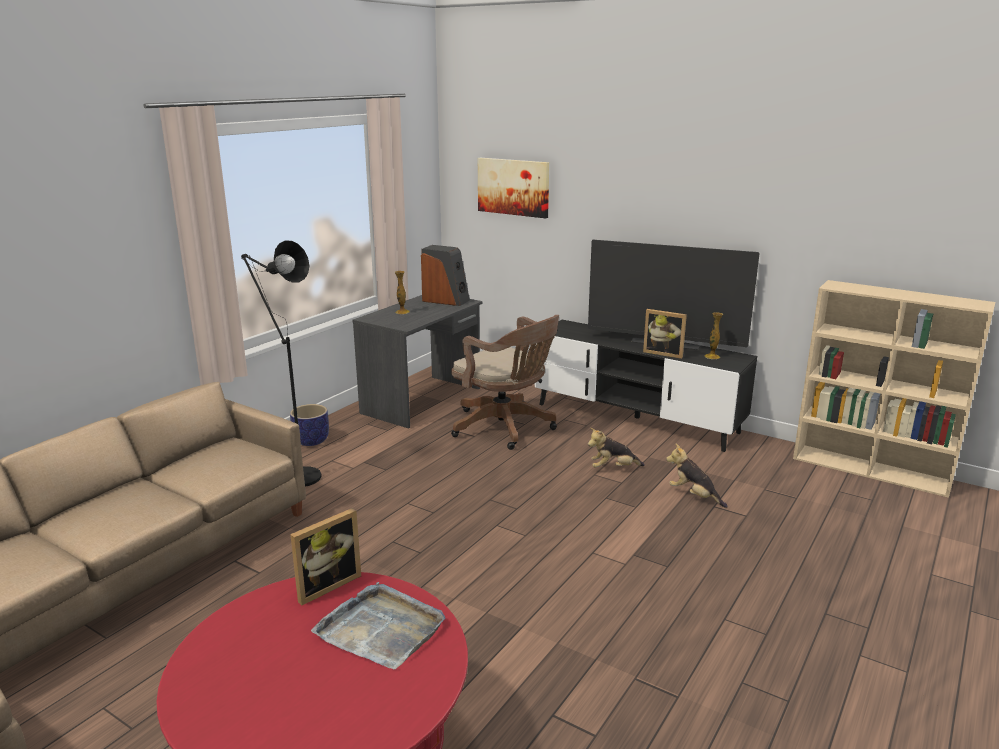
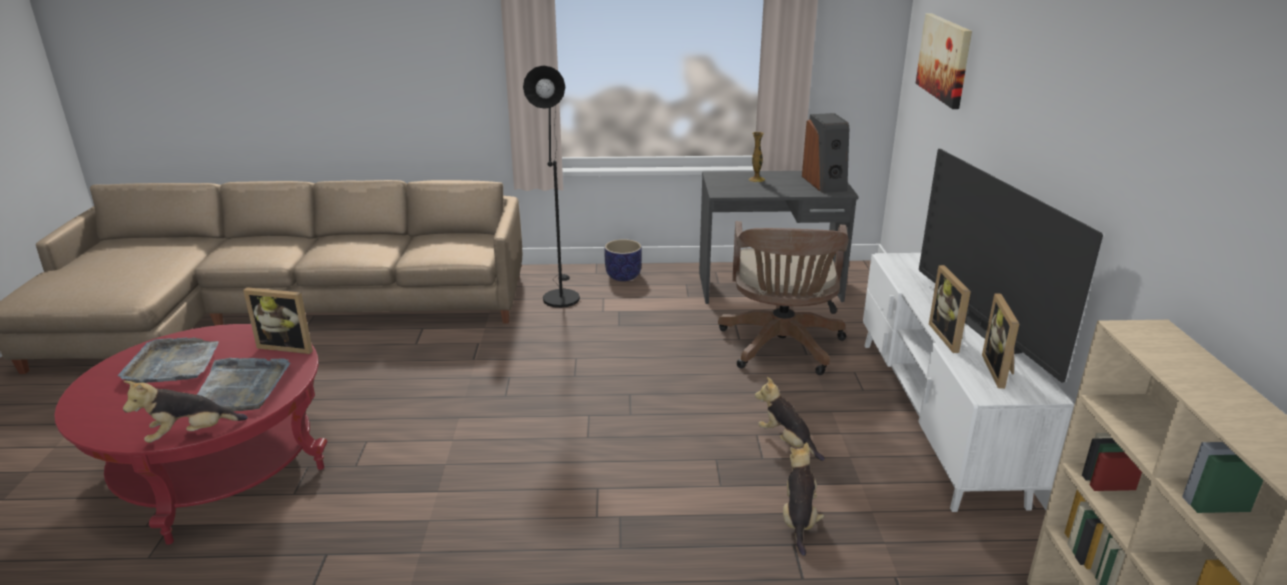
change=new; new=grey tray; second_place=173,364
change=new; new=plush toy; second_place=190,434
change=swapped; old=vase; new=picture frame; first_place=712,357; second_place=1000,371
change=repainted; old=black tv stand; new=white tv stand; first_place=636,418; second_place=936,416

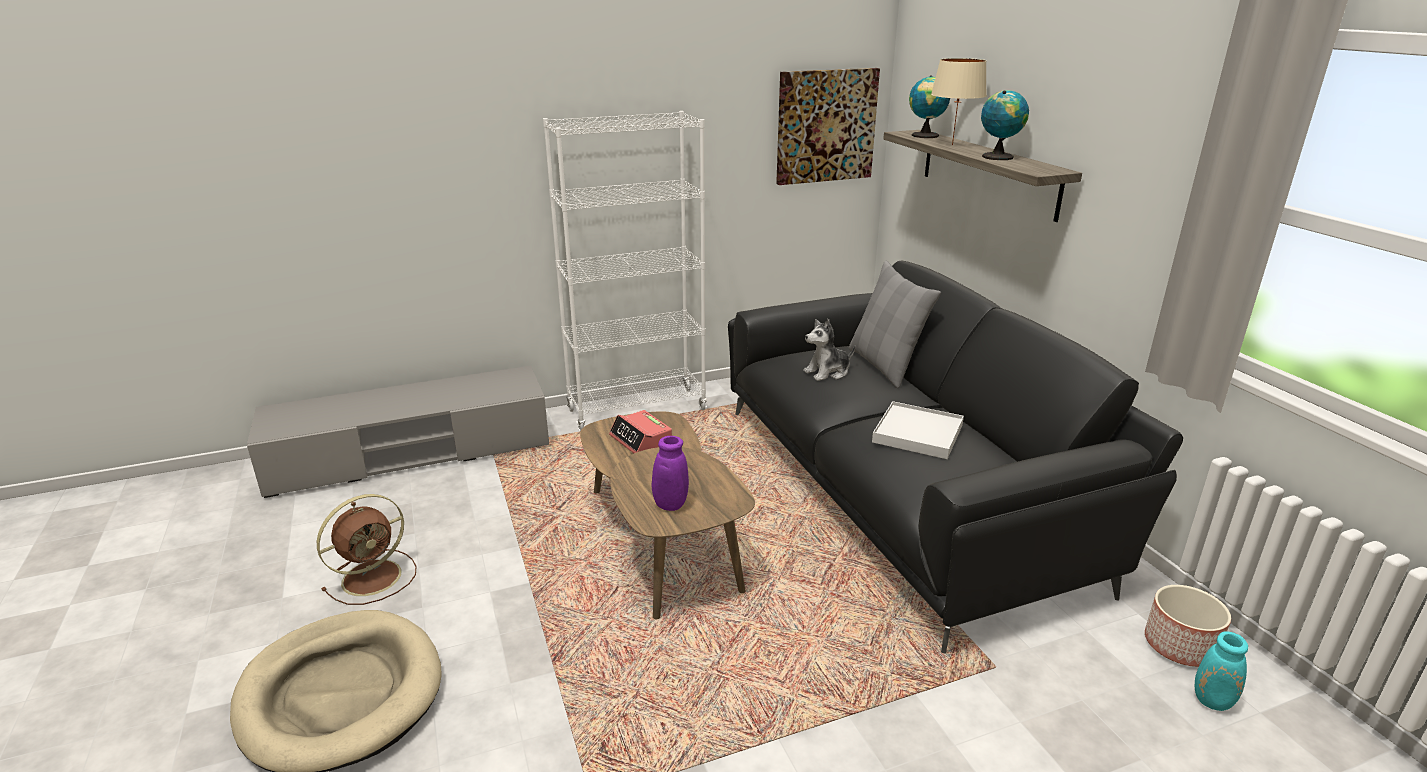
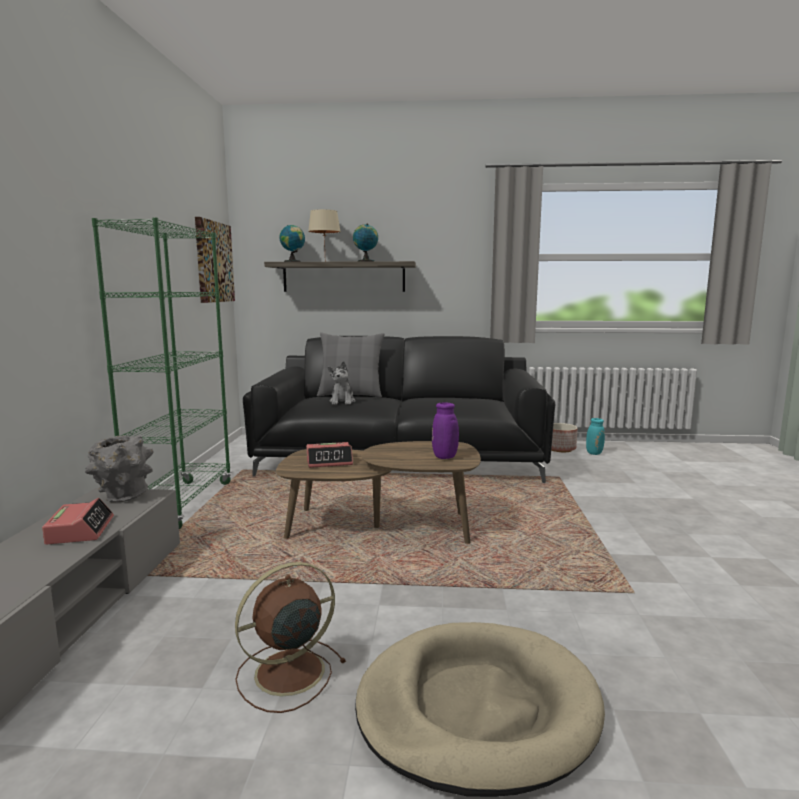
change=gone; old=white tray; first_place=918,434
change=new; new=alarm clock; second_place=80,530
change=new; new=grey vase; second_place=124,498
change=repainted; old=white bookcase; new=green bookcase; first_place=637,410; second_place=182,504
change=rotated; old=brown fan; first_place=374,576; second_place=286,673; degrees=-105

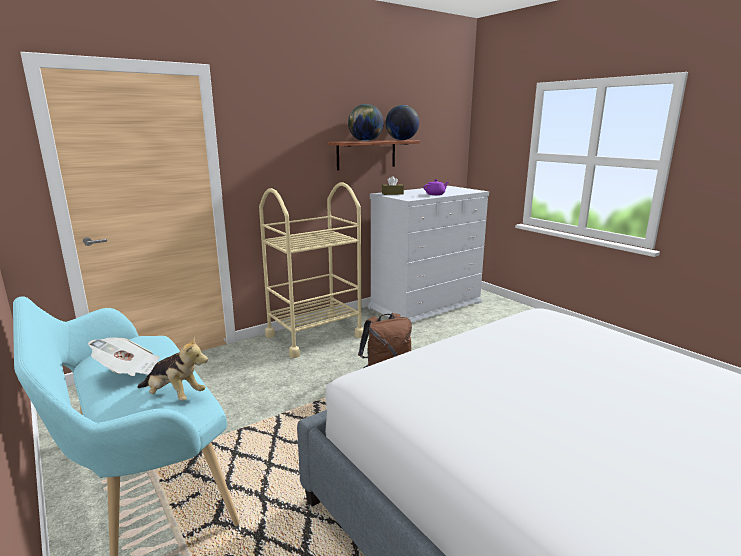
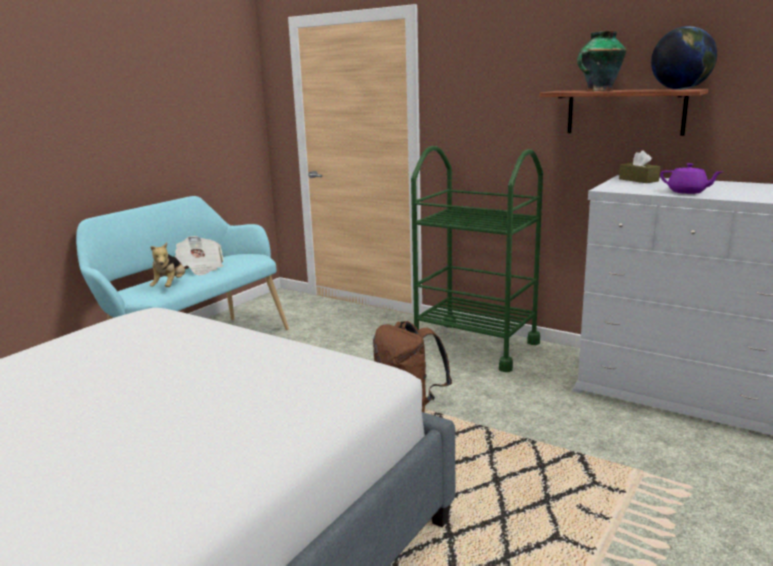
change=swapped; old=globe; new=vase; first_place=365,141; second_place=598,90
change=repainted; old=beige cart; new=green cart; first_place=314,336; second_place=475,345

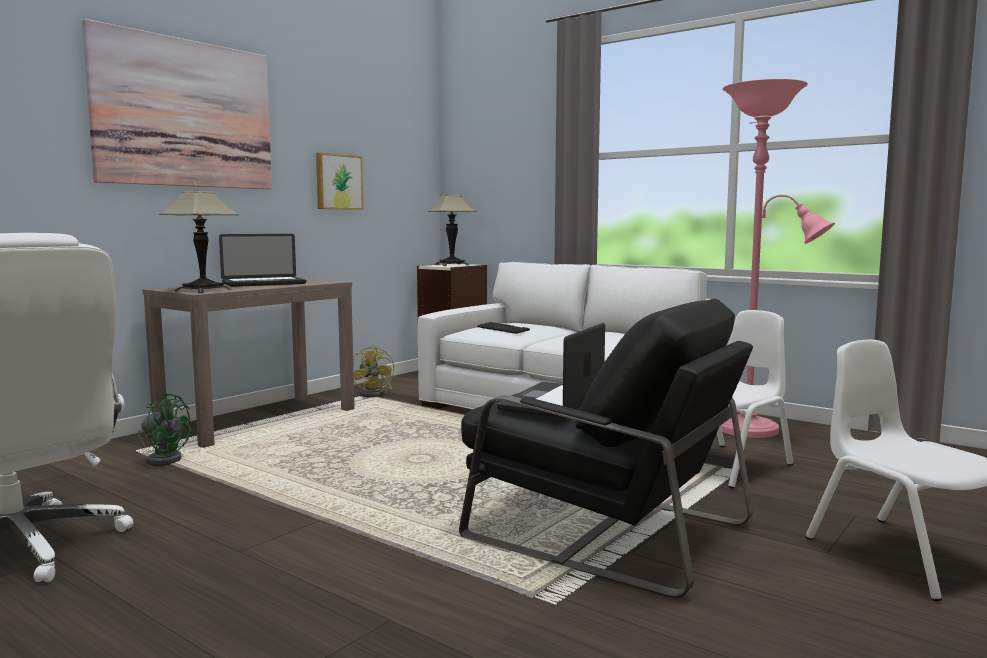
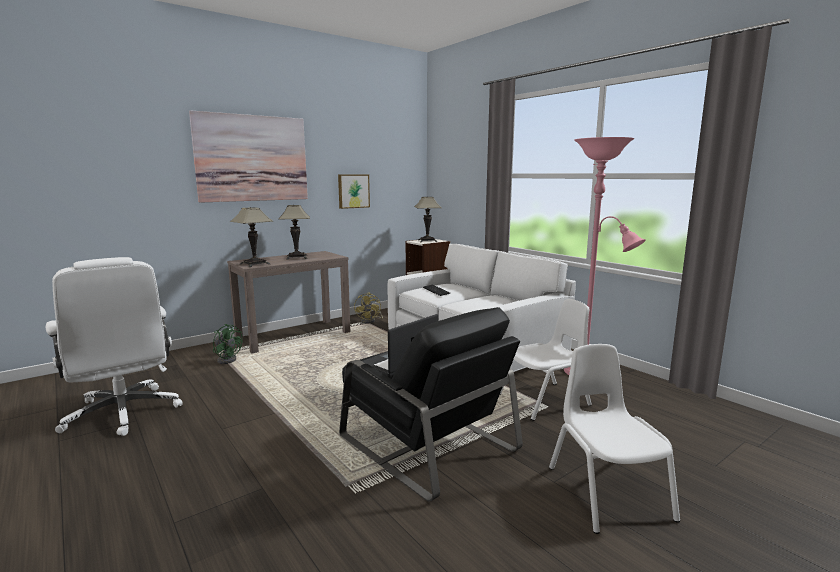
change=swapped; old=laptop; new=table lamp; first_place=264,283; second_place=297,257

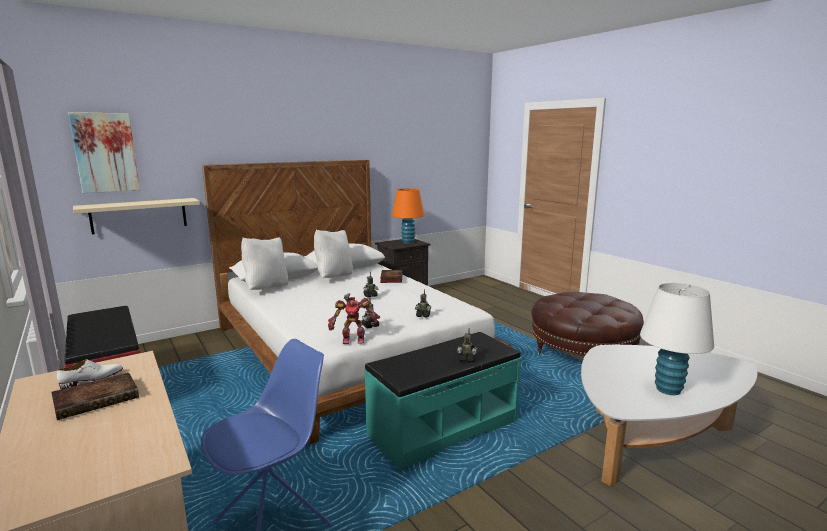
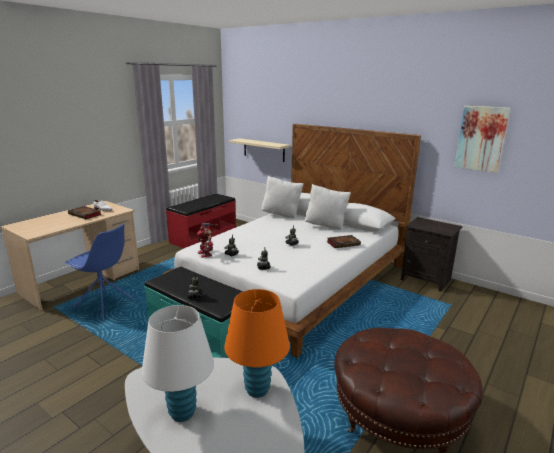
change=shifted; old=picture; first_place=105,152; second_place=481,138
change=shifted; old=orange table lamp; first_place=408,242; second_place=257,390

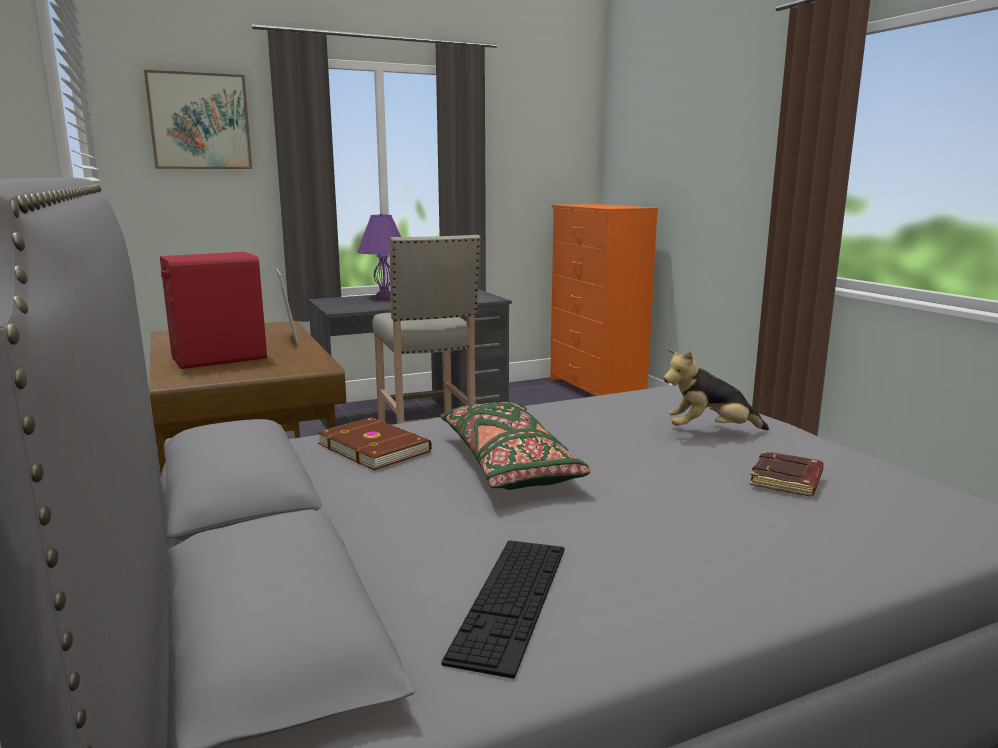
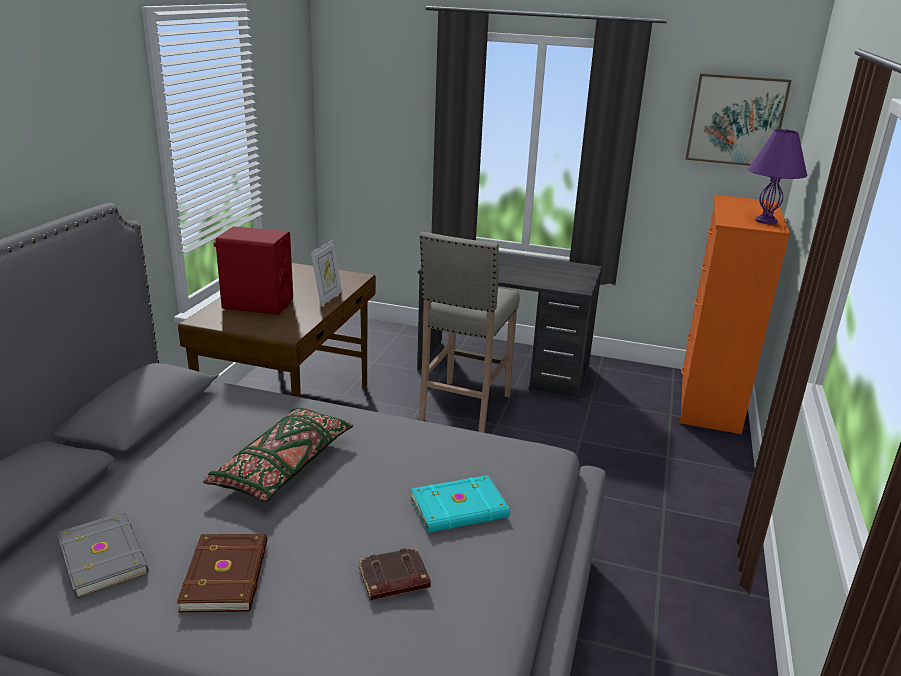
change=shifted; old=picture; first_place=199,121; second_place=736,120
change=shifted; old=brown book; first_place=375,447; second_place=227,575
change=shifted; old=purple table lamp; first_place=384,296; second_place=766,221
change=swapped; old=keyboard; new=grey book; first_place=510,600; second_place=105,556
change=swapped; old=plush toy; new=turquoise book; first_place=710,431; second_place=460,508

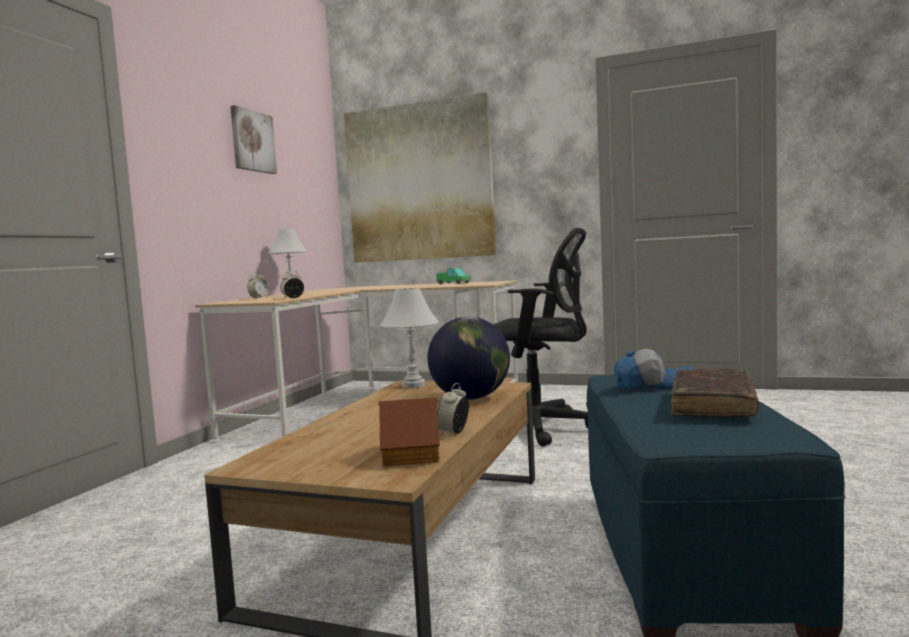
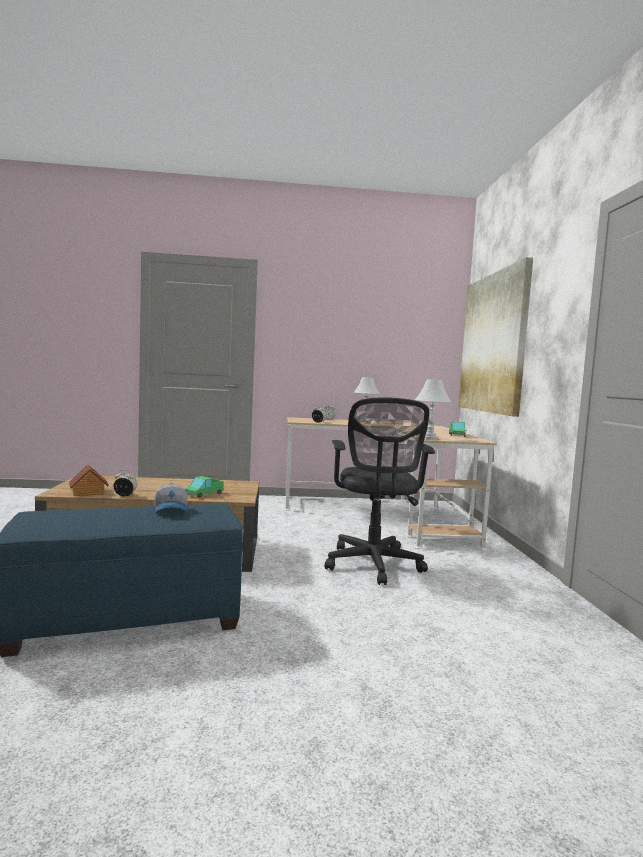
change=gone; old=picture; first_place=252,141
change=gone; old=brown book; first_place=713,405
change=shifted; old=white table lamp; first_place=413,385; second_place=429,438
change=swapped; old=globe; new=toy truck; first_place=470,398; second_place=204,494

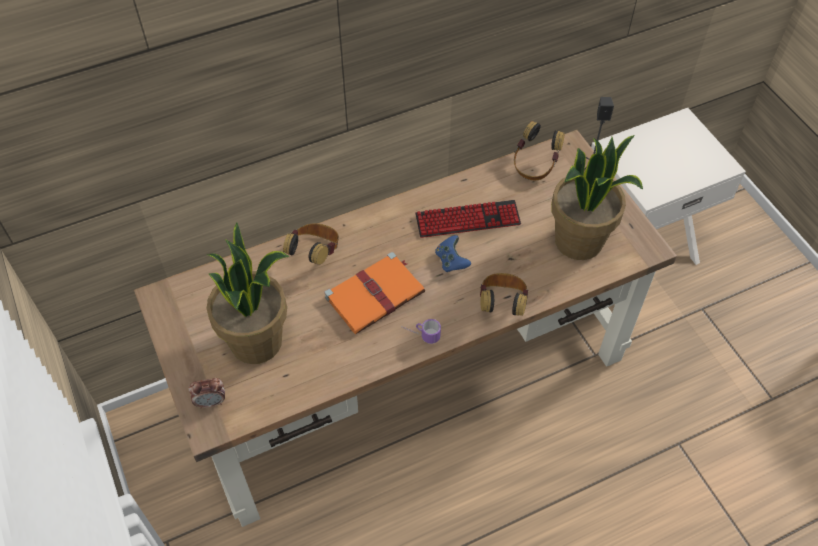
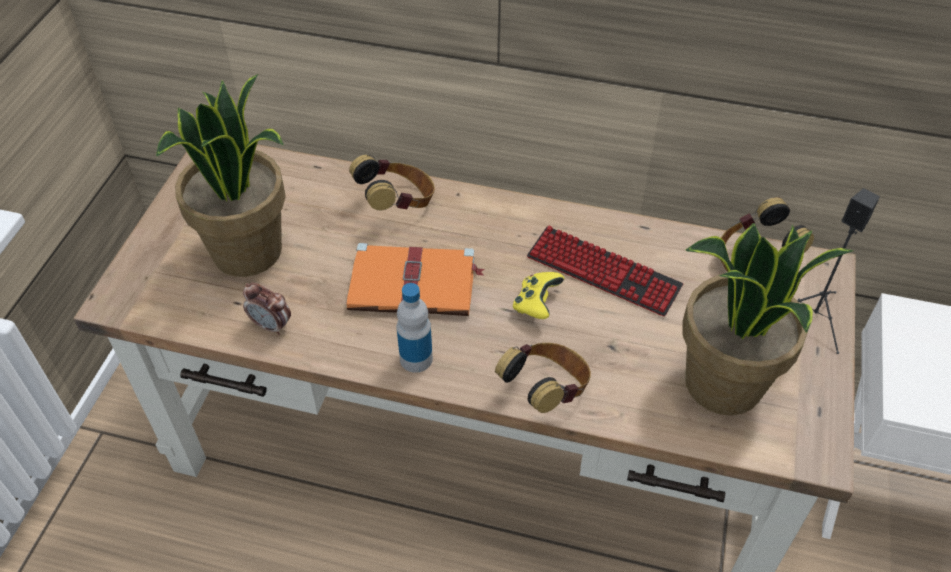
change=shifted; old=alarm clock; first_place=211,402; second_place=271,326
change=swapped; old=mug; new=bottle; first_place=420,335; second_place=416,359
change=repainted; old=blue game controller; new=yellow game controller; first_place=451,261; second_place=536,304

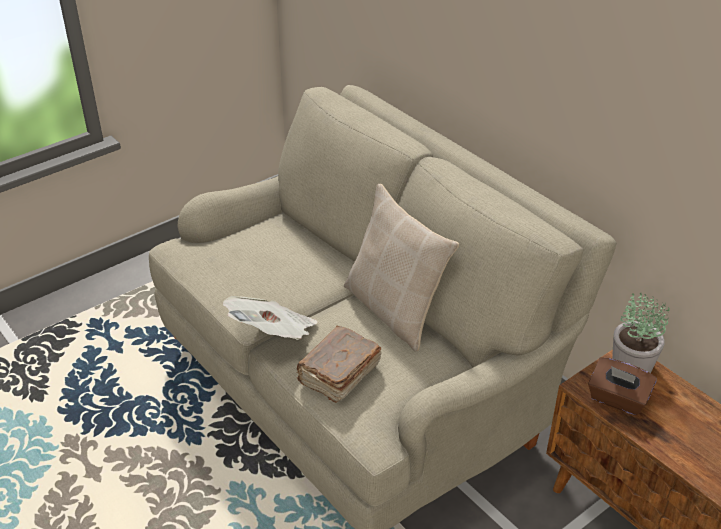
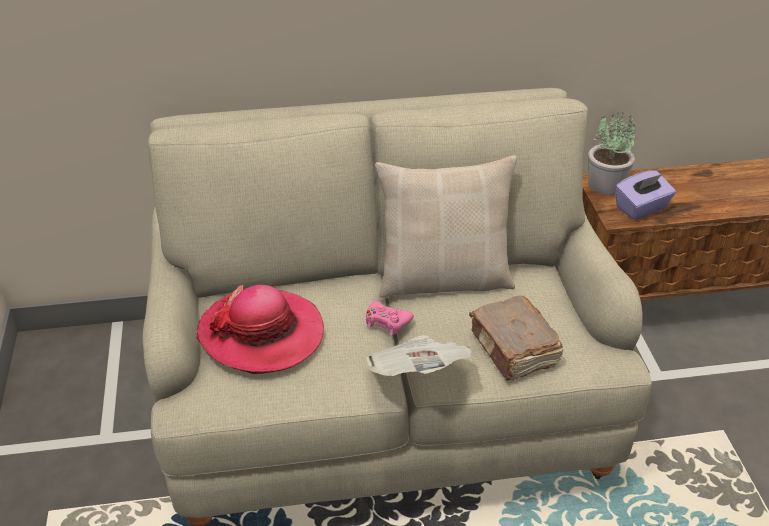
change=new; new=hat; second_place=262,334
change=new; new=pink game controller; second_place=387,322
change=repainted; old=brown tissue box; new=purple tissue box; first_place=617,399; second_place=641,208

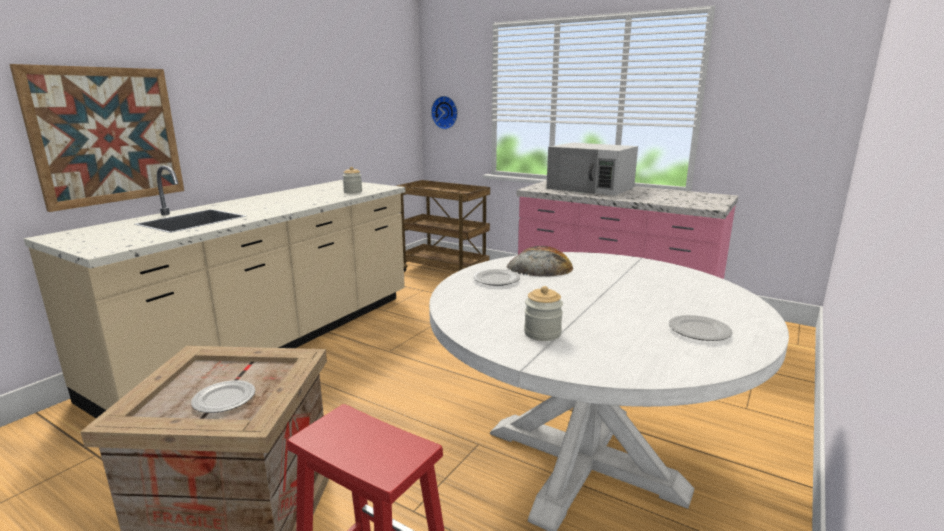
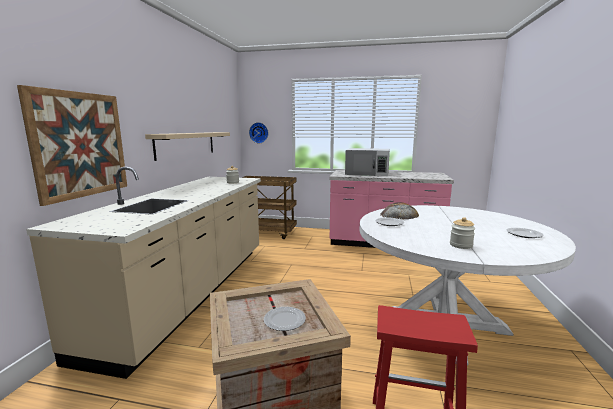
change=new; new=beige shelf; second_place=186,144

